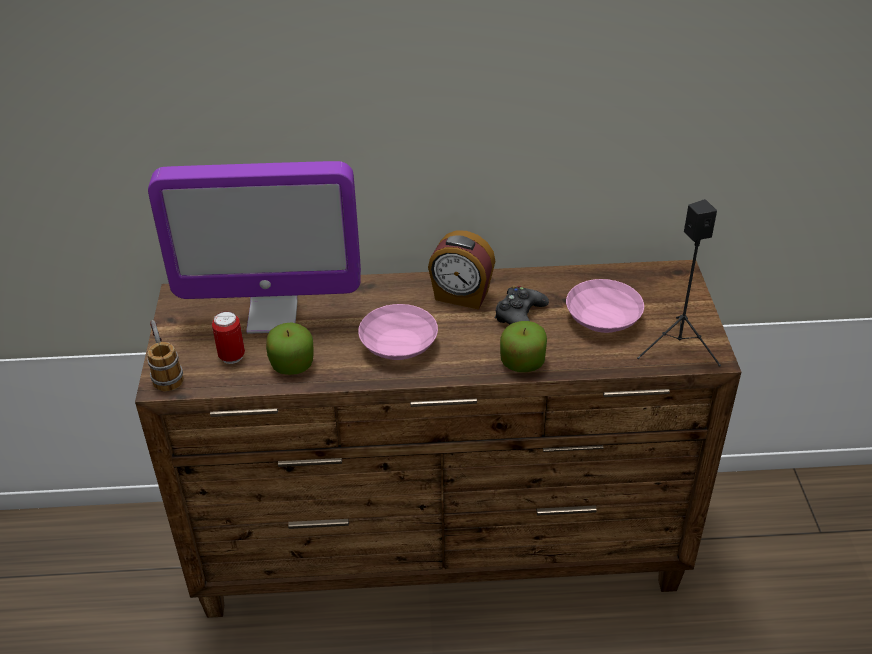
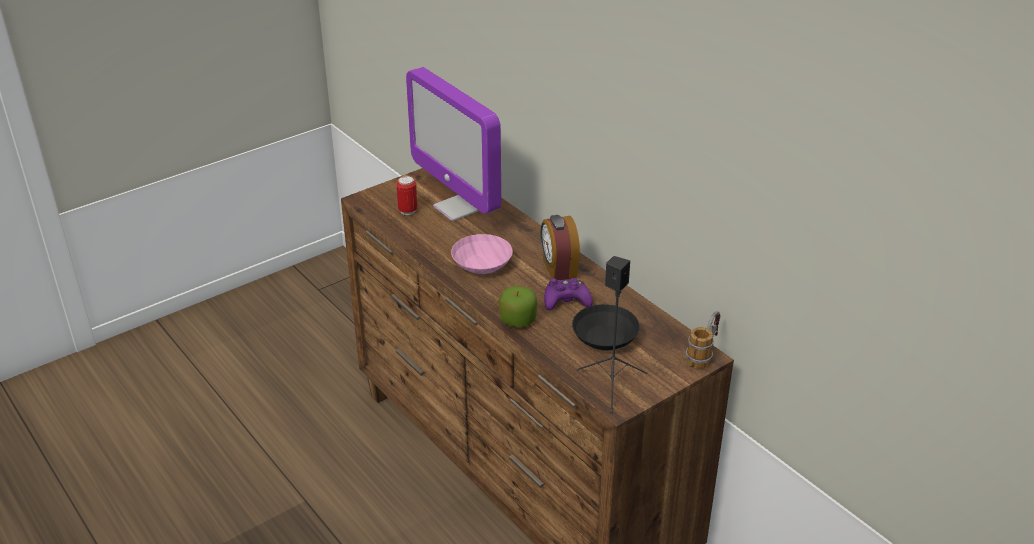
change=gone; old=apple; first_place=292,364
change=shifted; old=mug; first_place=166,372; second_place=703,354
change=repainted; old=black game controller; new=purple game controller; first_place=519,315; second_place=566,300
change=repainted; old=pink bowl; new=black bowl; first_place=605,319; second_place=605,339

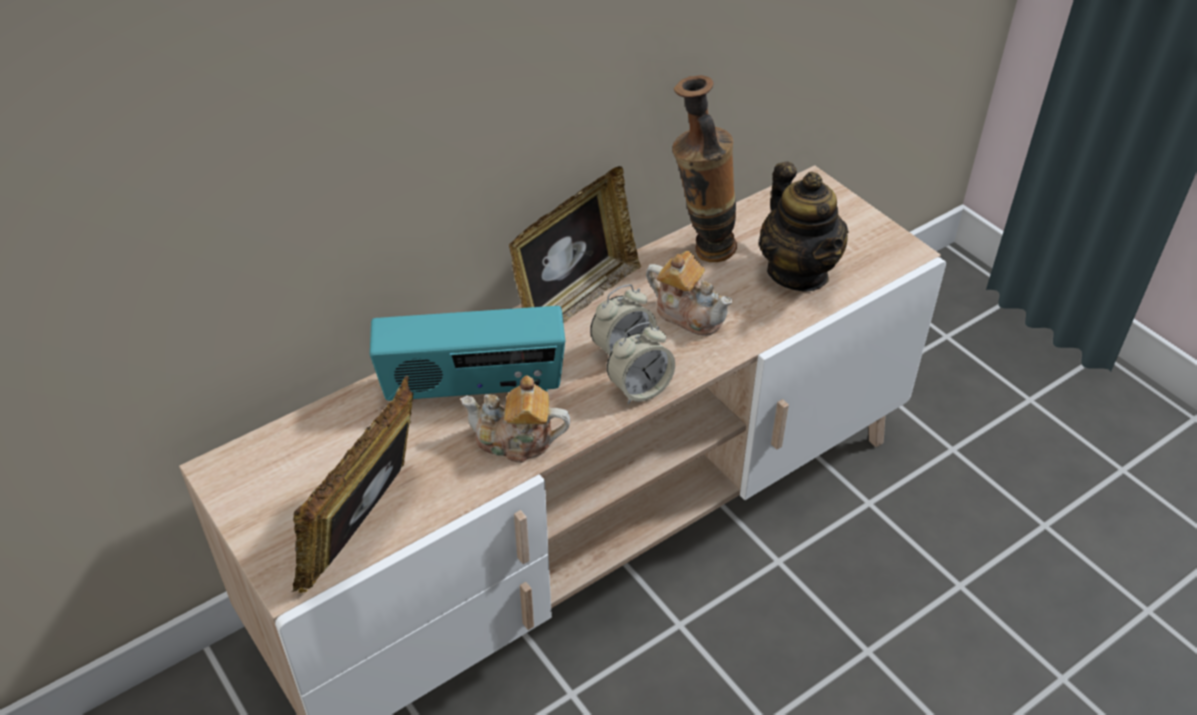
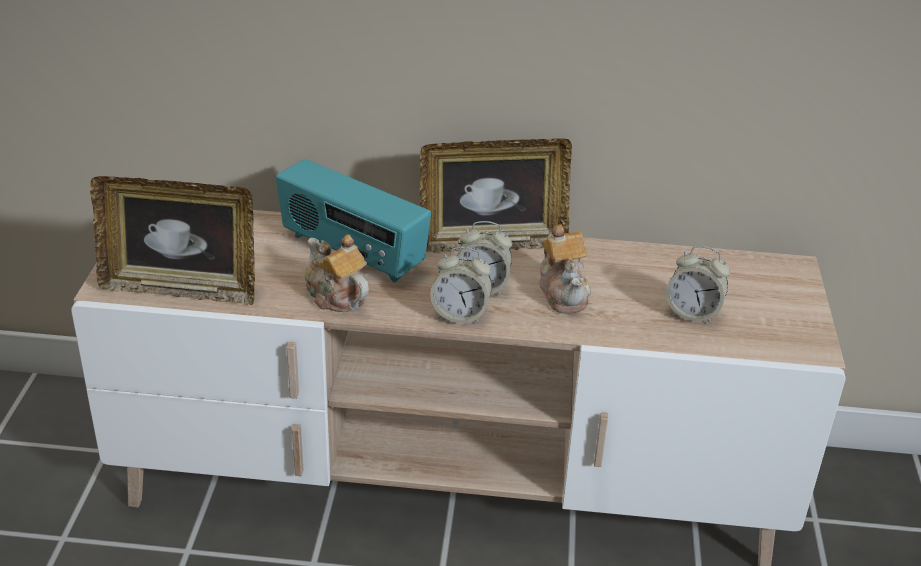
change=gone; old=vase; first_place=701,250
change=swapped; old=teapot; new=alarm clock; first_place=798,272; second_place=693,313
change=rotated; old=picture frame; first_place=366,530; second_place=181,288; degrees=-150

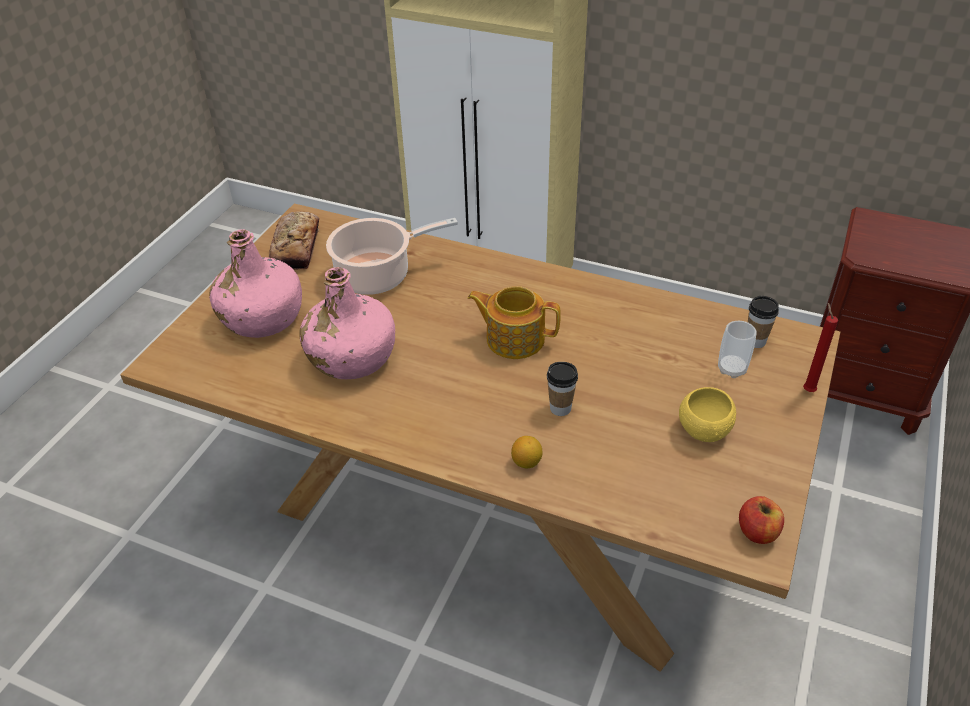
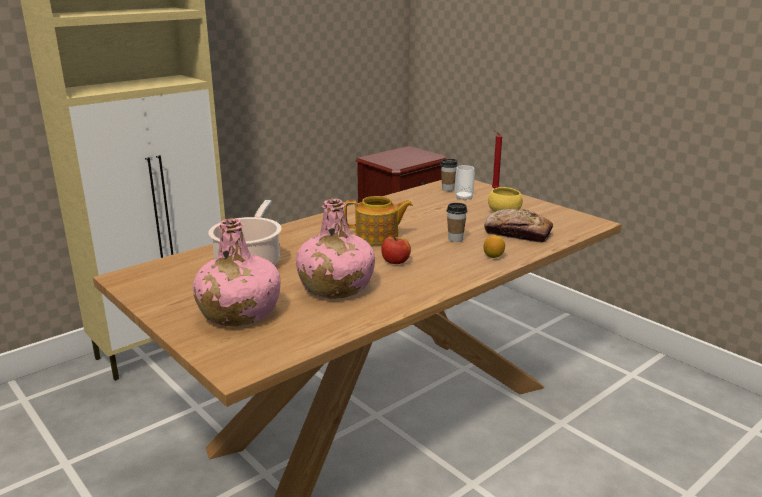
change=shifted; old=bread; first_place=296,247; second_place=517,233
change=shifted; old=apple; first_place=757,532; second_place=396,261
change=rotated; old=teapot; first_place=514,338; second_place=378,237; degrees=-135

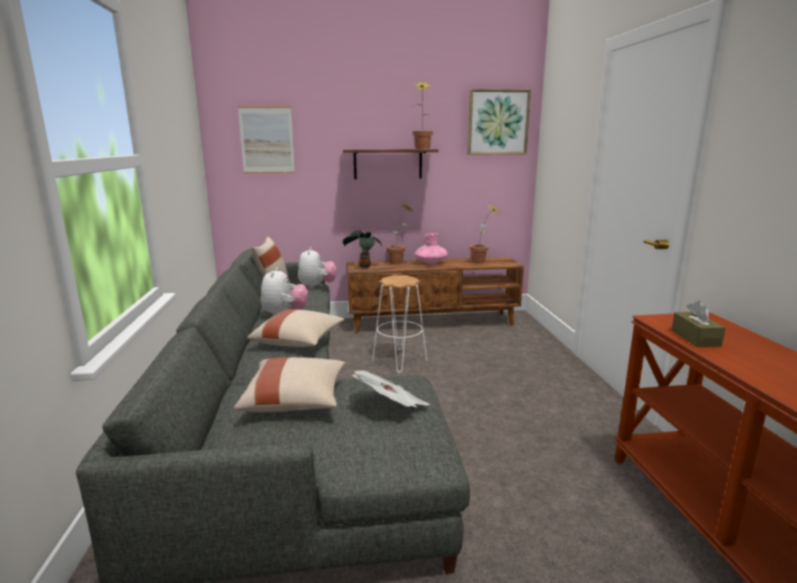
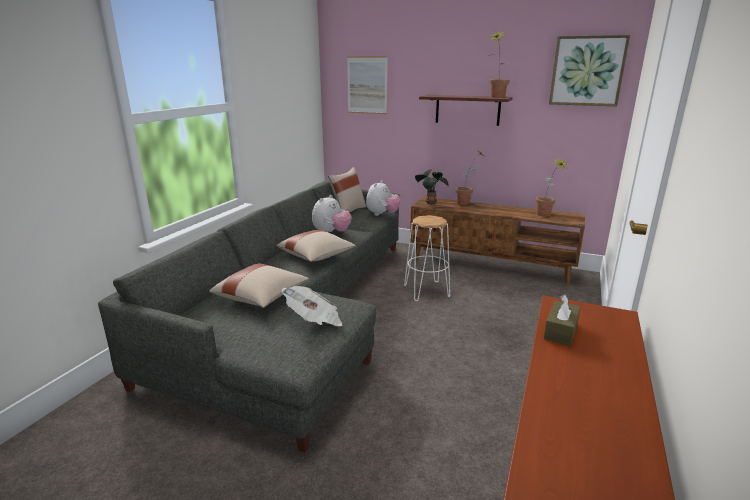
change=gone; old=pink vase; first_place=431,263

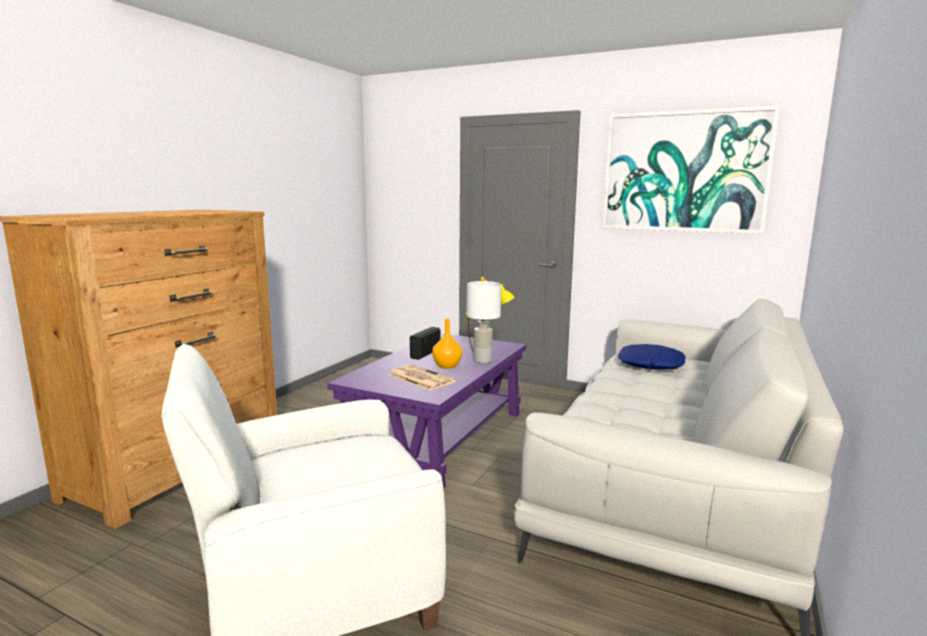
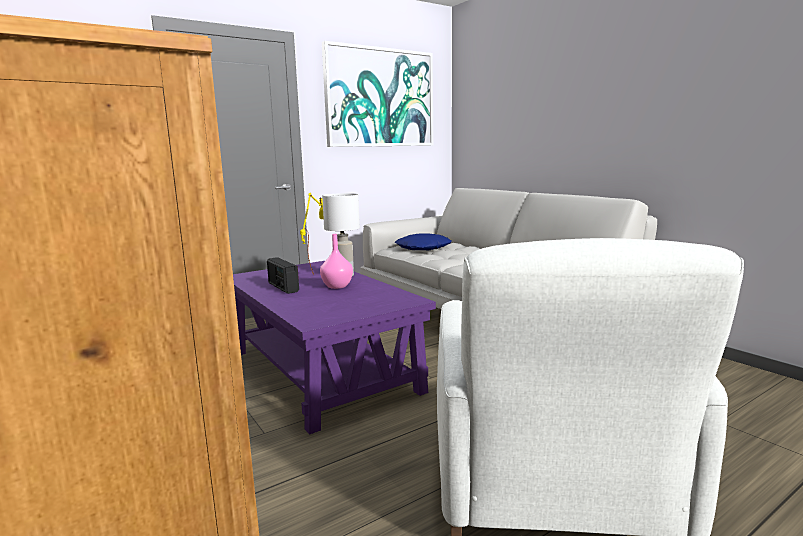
change=gone; old=newspaper; first_place=420,378
change=repainted; old=orange vase; new=pink vase; first_place=447,366; second_place=337,286

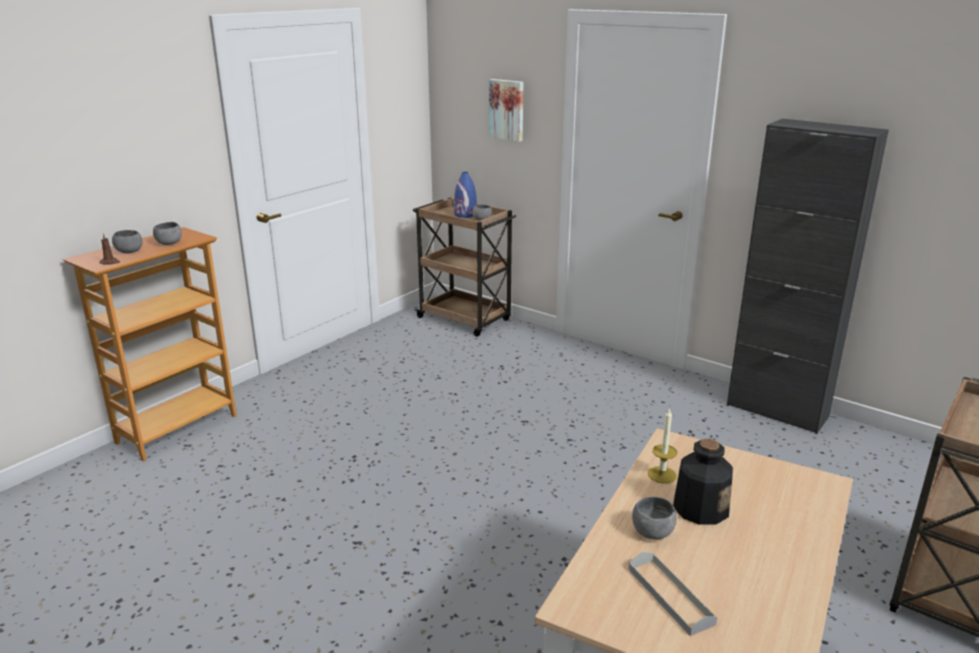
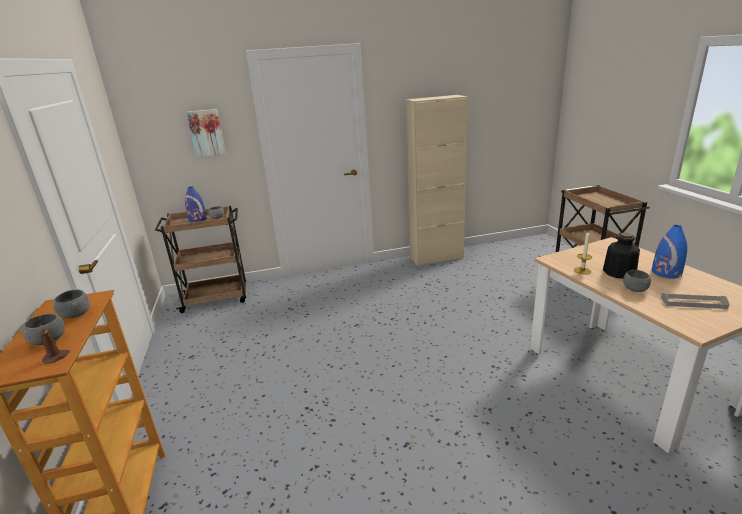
change=new; new=blue vase; second_place=666,273
change=repainted; old=black cabinet; new=beige cabinet; first_place=777,411; second_place=436,258

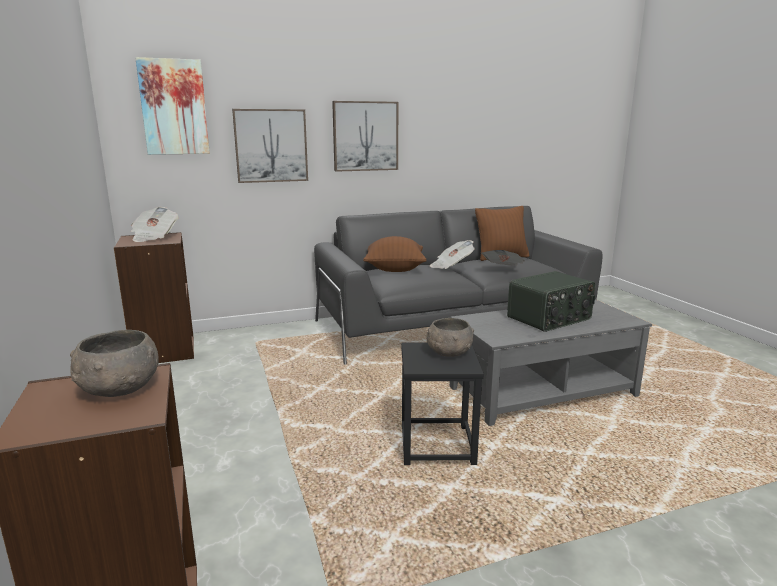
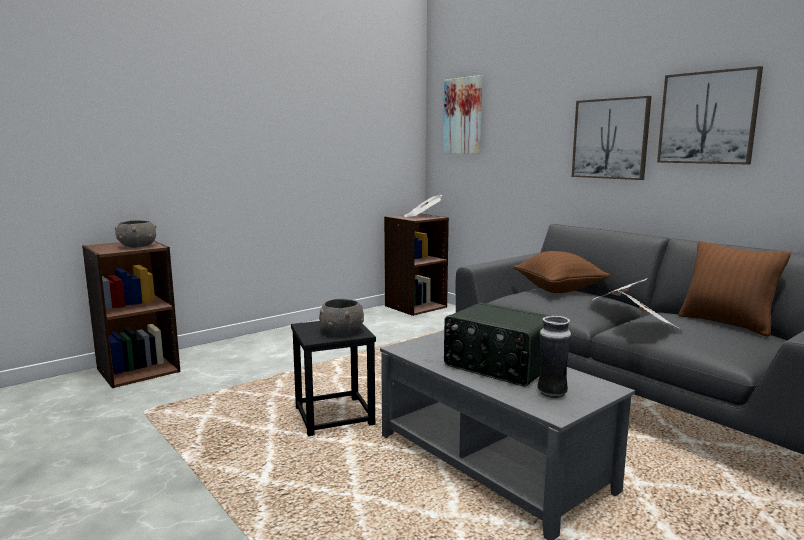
change=new; new=vase; second_place=551,393
change=shifted; old=picture; first_place=271,146; second_place=707,118

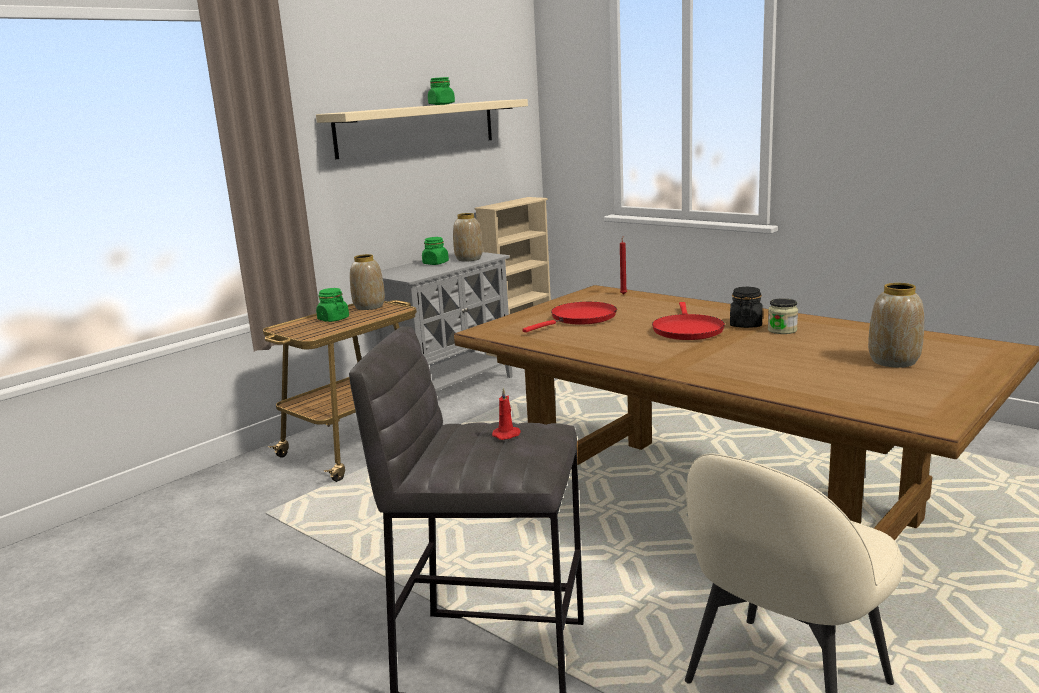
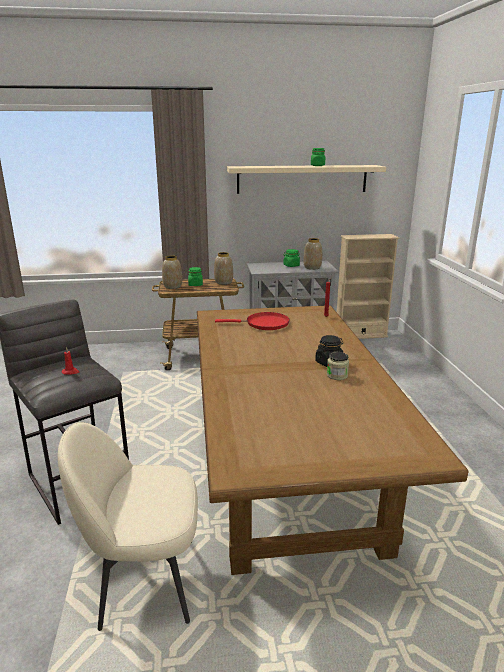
change=gone; old=red frying pan; first_place=687,330
change=shifted; old=vase; first_place=894,361; second_place=173,287

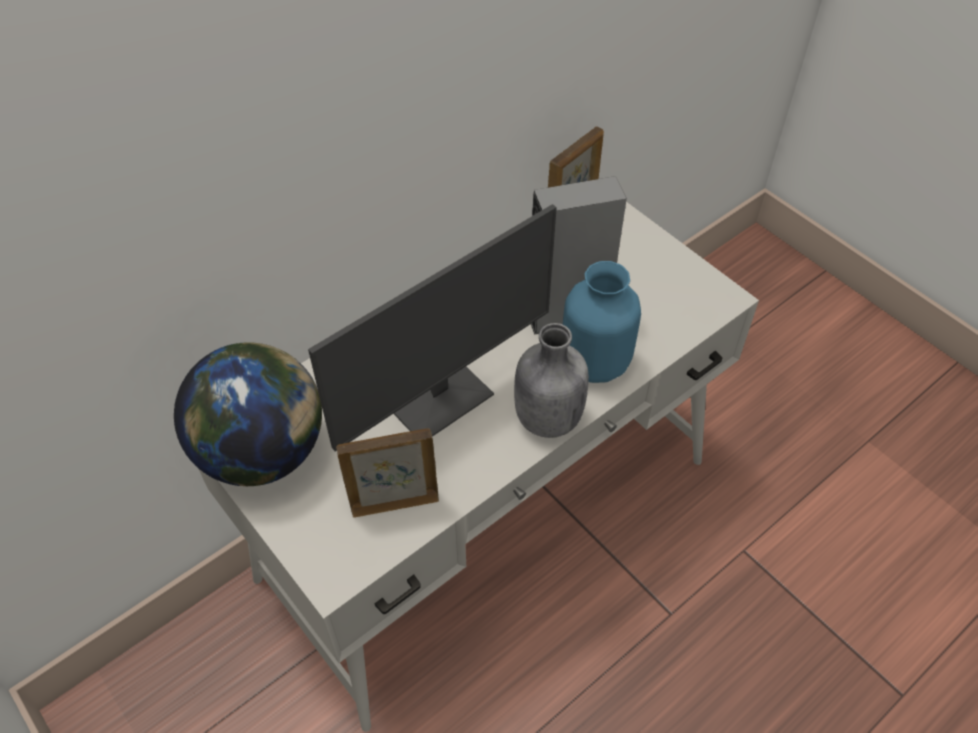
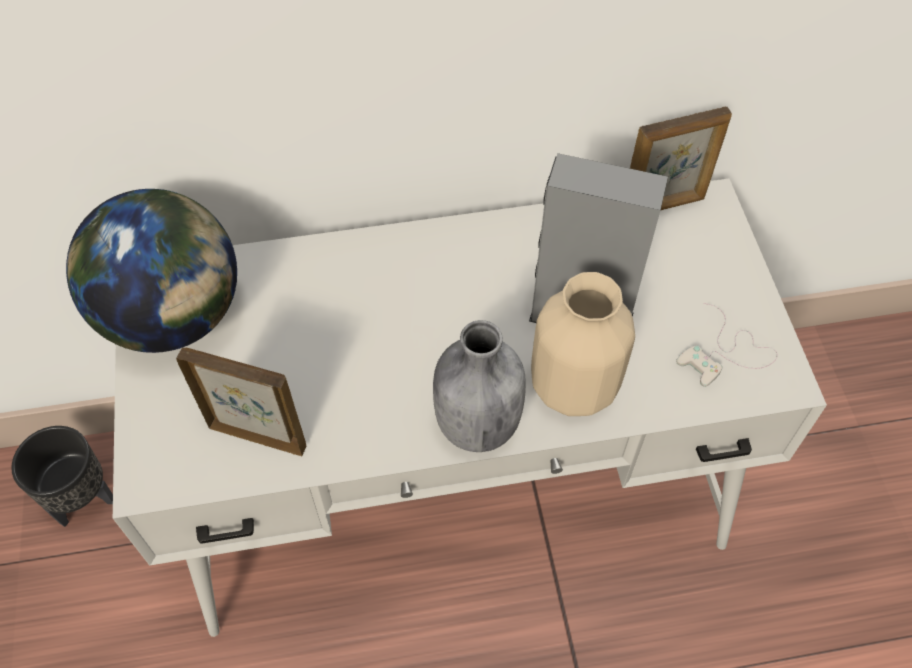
change=gone; old=monitor; first_place=438,397
change=new; new=black planter; second_place=83,499
change=new; new=white game controller; second_place=726,353
change=repainted; old=blue vase; new=beige vase; first_place=593,363; second_place=572,385

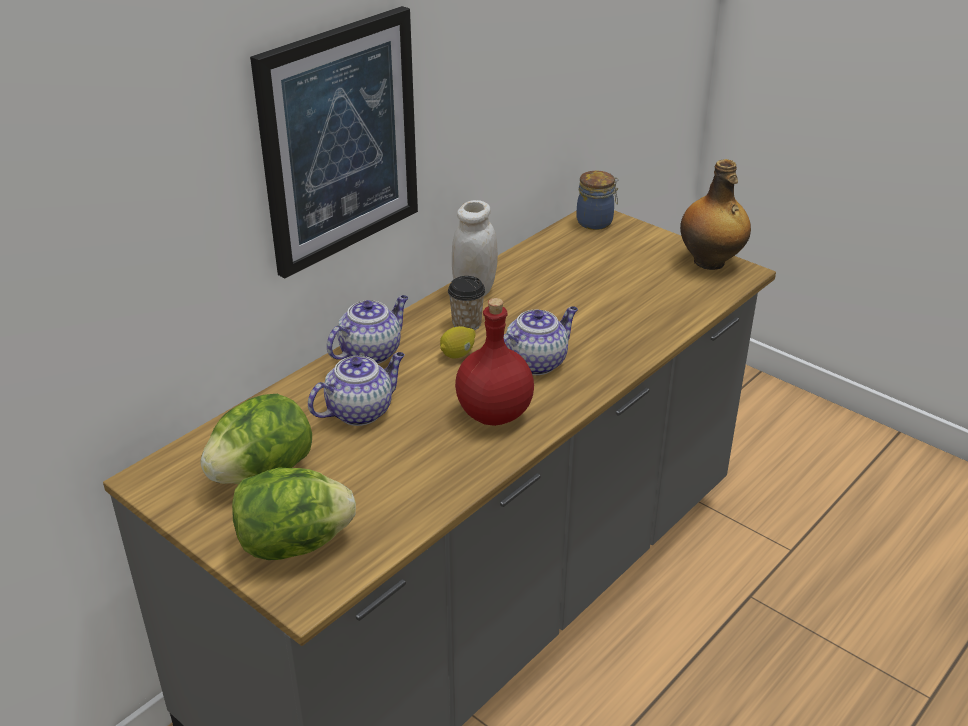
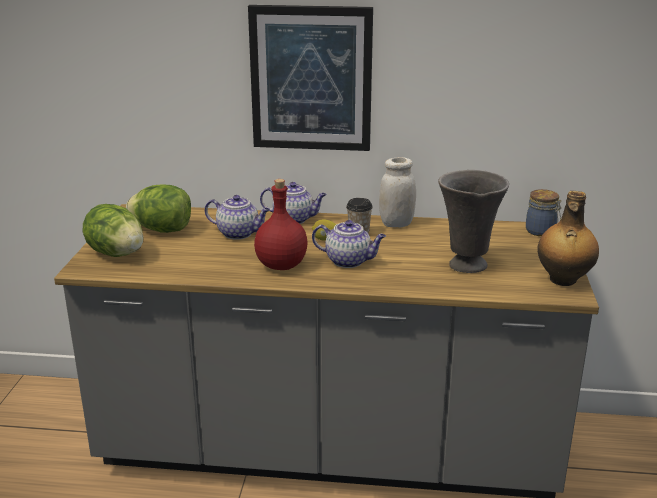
change=new; new=grey vase; second_place=466,266

